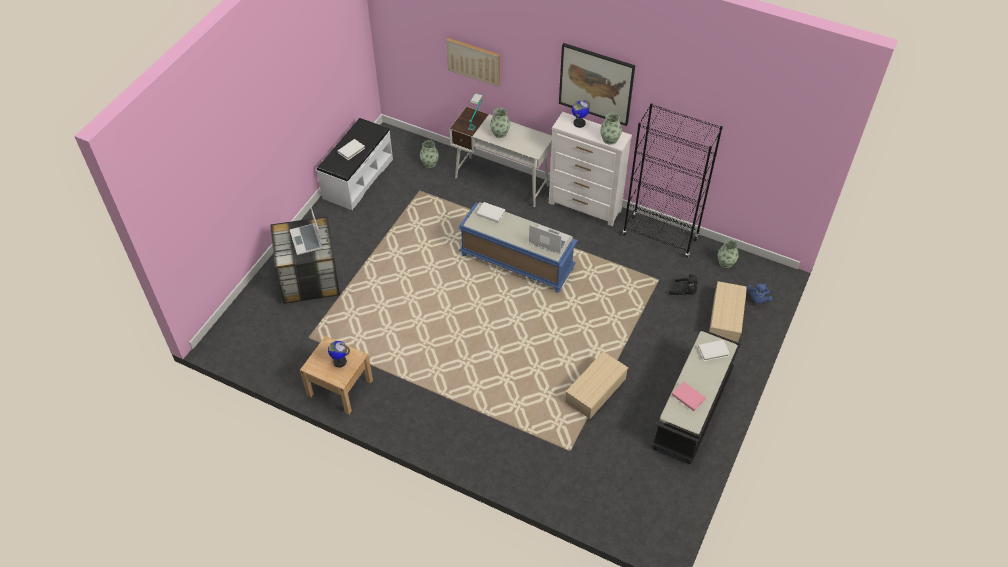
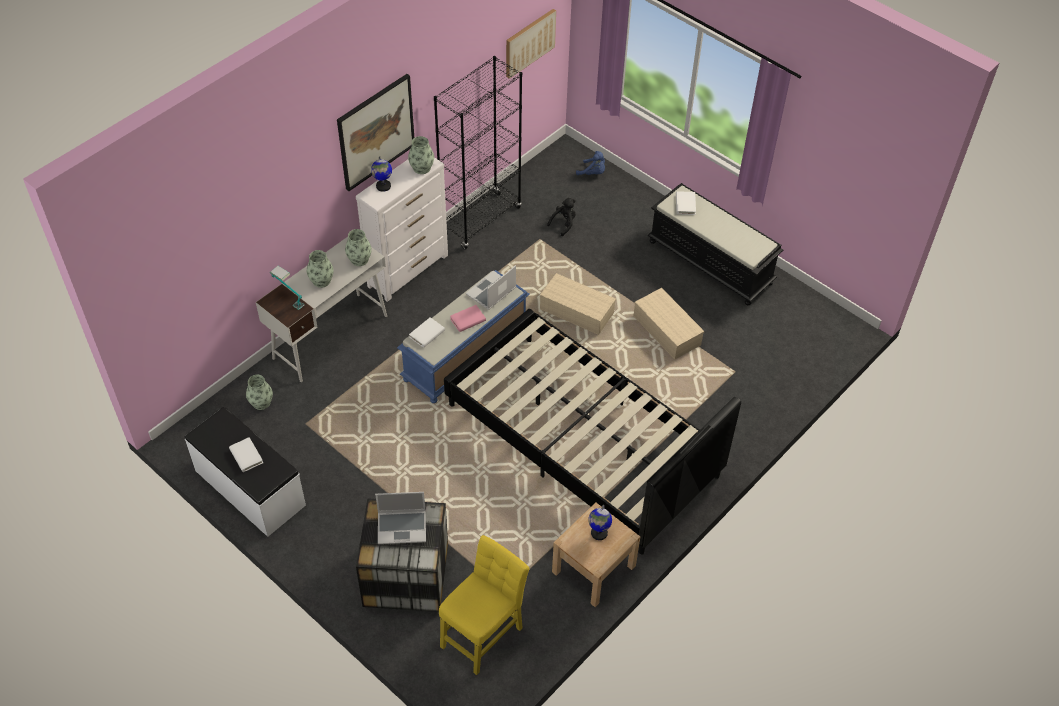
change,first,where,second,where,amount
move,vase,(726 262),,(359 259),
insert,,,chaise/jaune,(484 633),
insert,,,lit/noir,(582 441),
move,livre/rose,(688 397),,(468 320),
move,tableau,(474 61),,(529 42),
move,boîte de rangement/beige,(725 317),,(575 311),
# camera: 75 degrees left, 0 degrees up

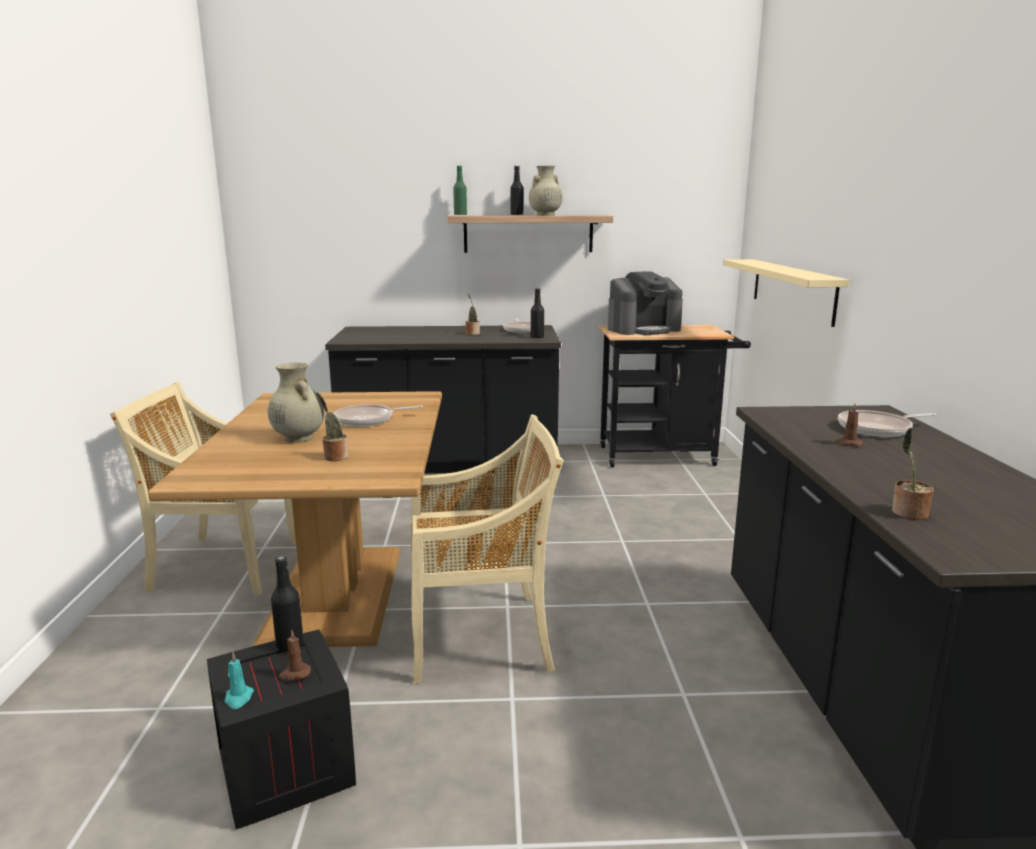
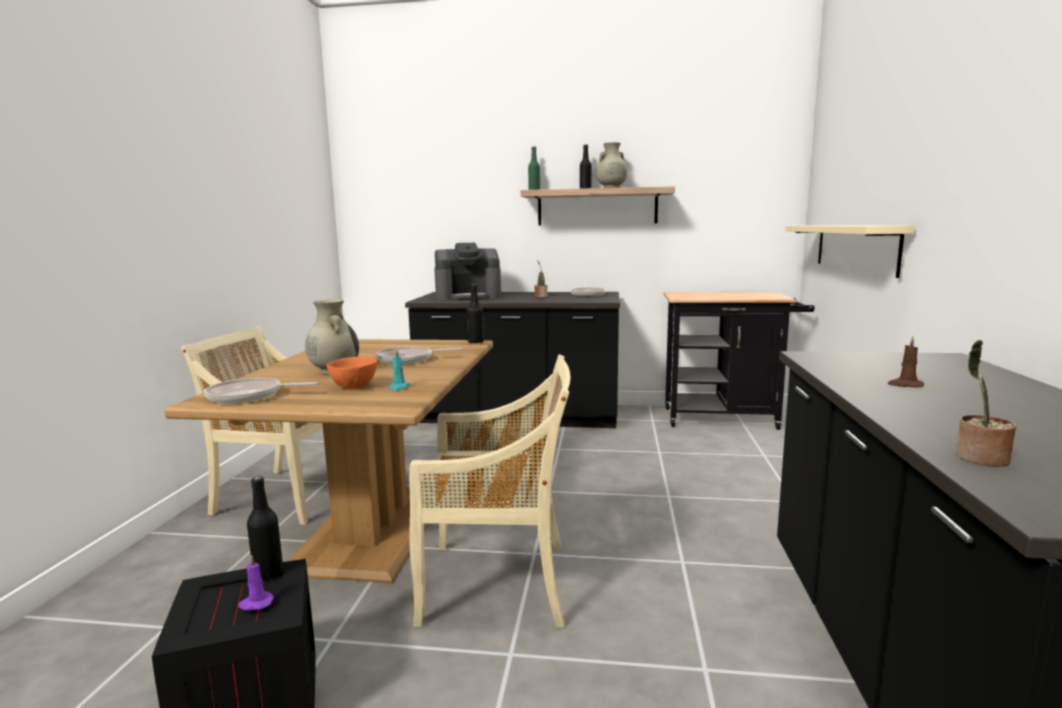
change,first,where,second,where,amount
move,poêle,(878 429),,(249 396),
recolor,bougie/marron,(295 673),bougie/violet,(256 603),
replace,plante en pot,(334 457),bol/orange,(354 387),
move,bougie/turquoise,(238 698),,(399 387),
move,machine à café,(643 329),,(468 296),
move,bouteille/noir,(537 337),,(475 342),
# camera: 10 degrees right, 5 degrees down

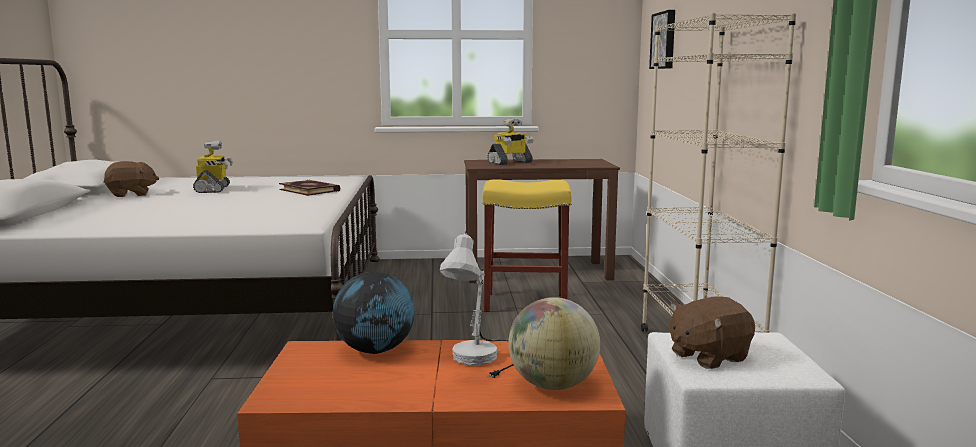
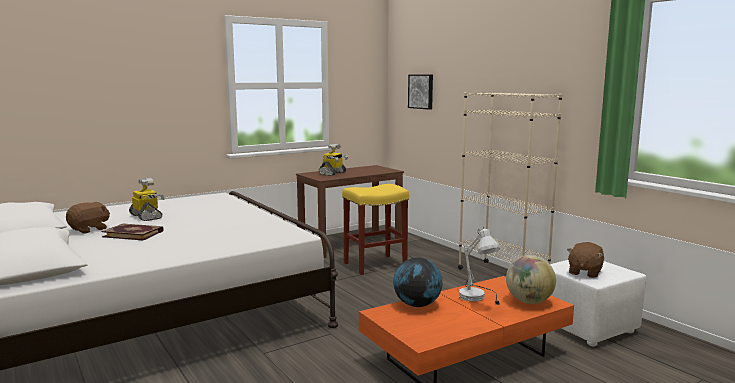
change,first,where,second,where,amount
move,livre,(310 190),,(133 234),
# camera: 30 degrees left, 0 degrees up

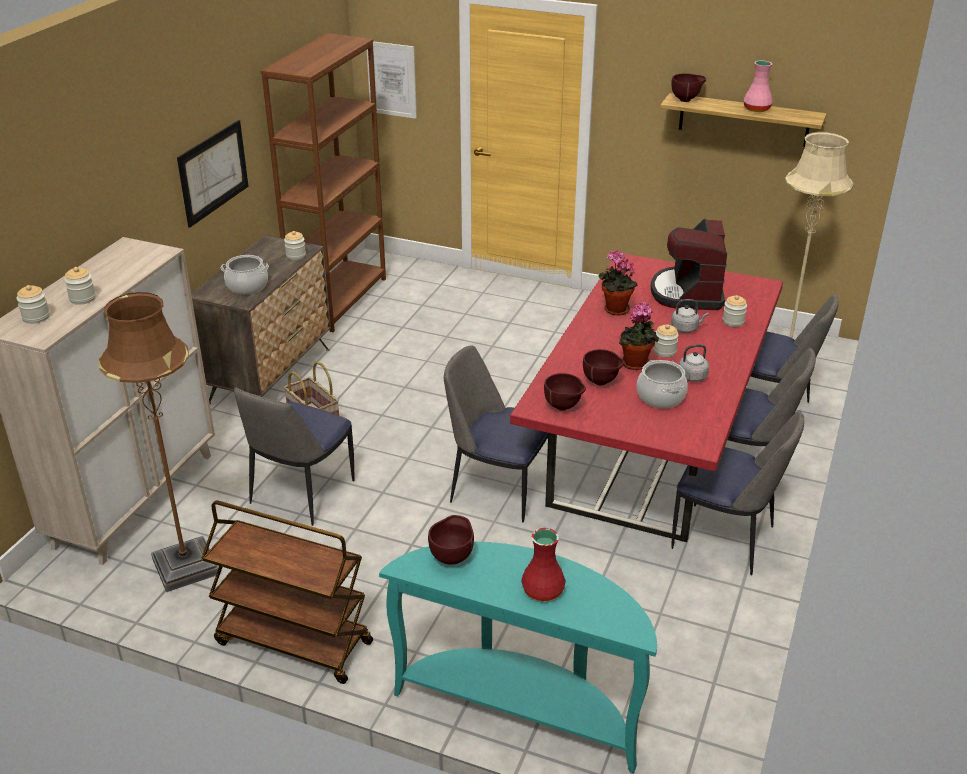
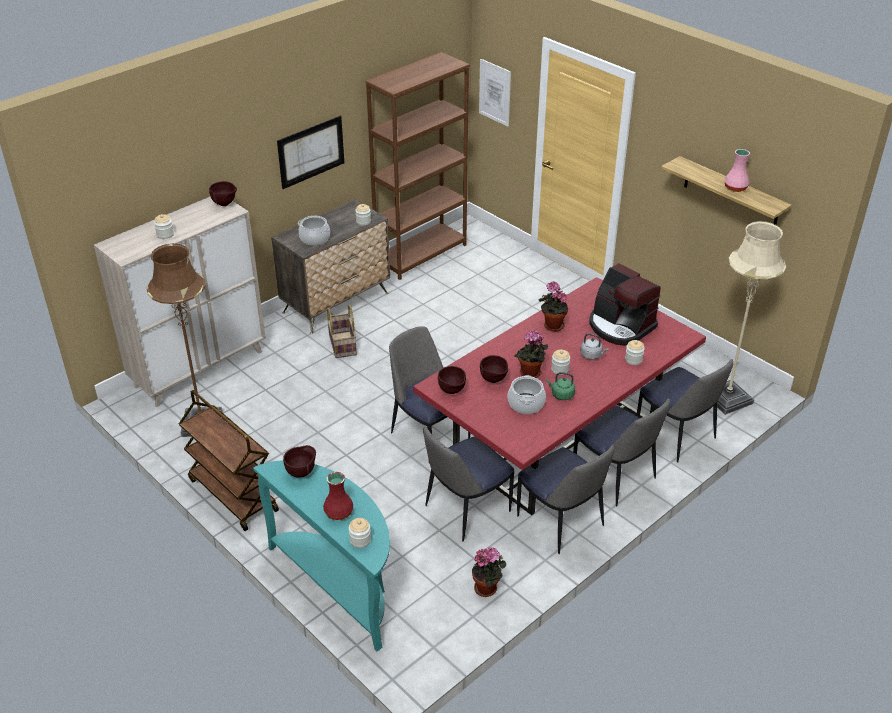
change,first,where,second,where,amount
move,bol/marron,(686 100),,(225 204),
move,bocal,(36 317),,(360 540),
move,chaise,(301 494),,(465 510),
insert,,,plante en pot,(487 588),
recolor,bouilloire/gris,(690 377),bouilloire/vert,(561 395),
rotate,machine à café,(688 293),,(620 326),75 degrees counterclockwise
# camera: 25 degrees right, 5 degrees up

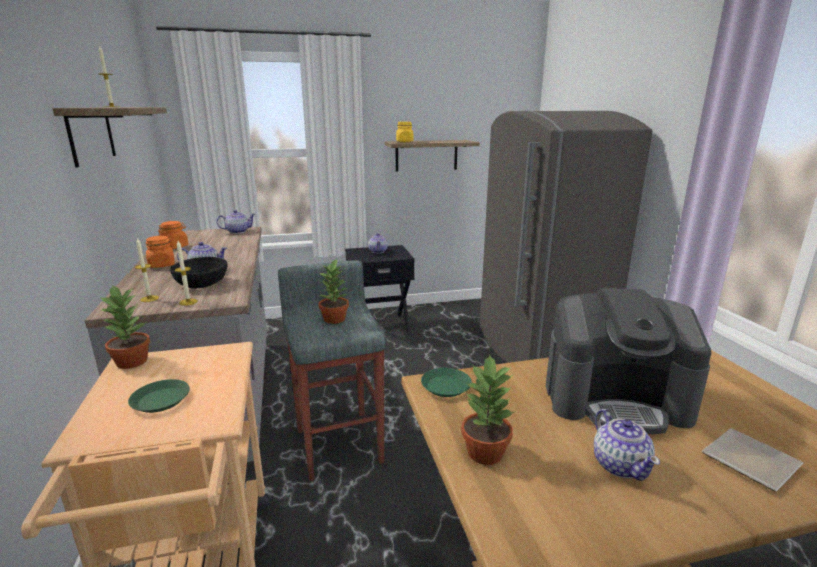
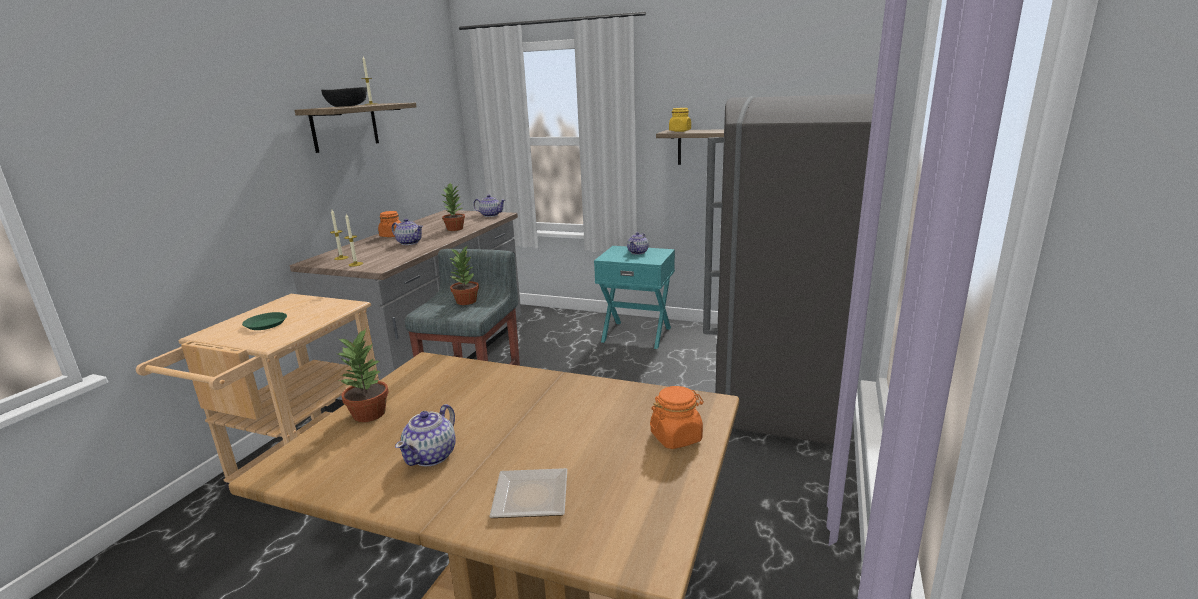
change,first,where,second,where,amount
move,bol/noir,(201 284),,(347 106),
move,plante en pot,(133 361),,(455 229),
recolor,table de chevet/noir,(380 324),table de chevet/turquoise,(637 334),
move,bocal/orange,(174 247),,(676 437),
delete,assiette/vert,(445 386),,,
delete,machine à café,(616 399),,,
# camera: 35 degrees right, 0 degrees up

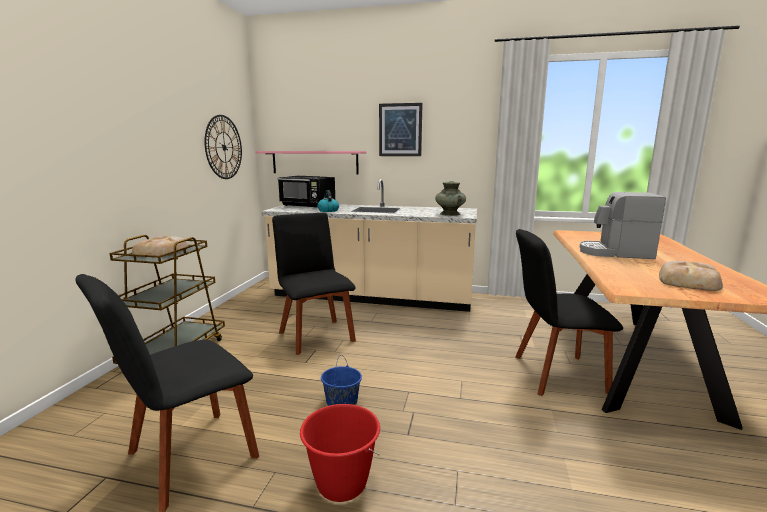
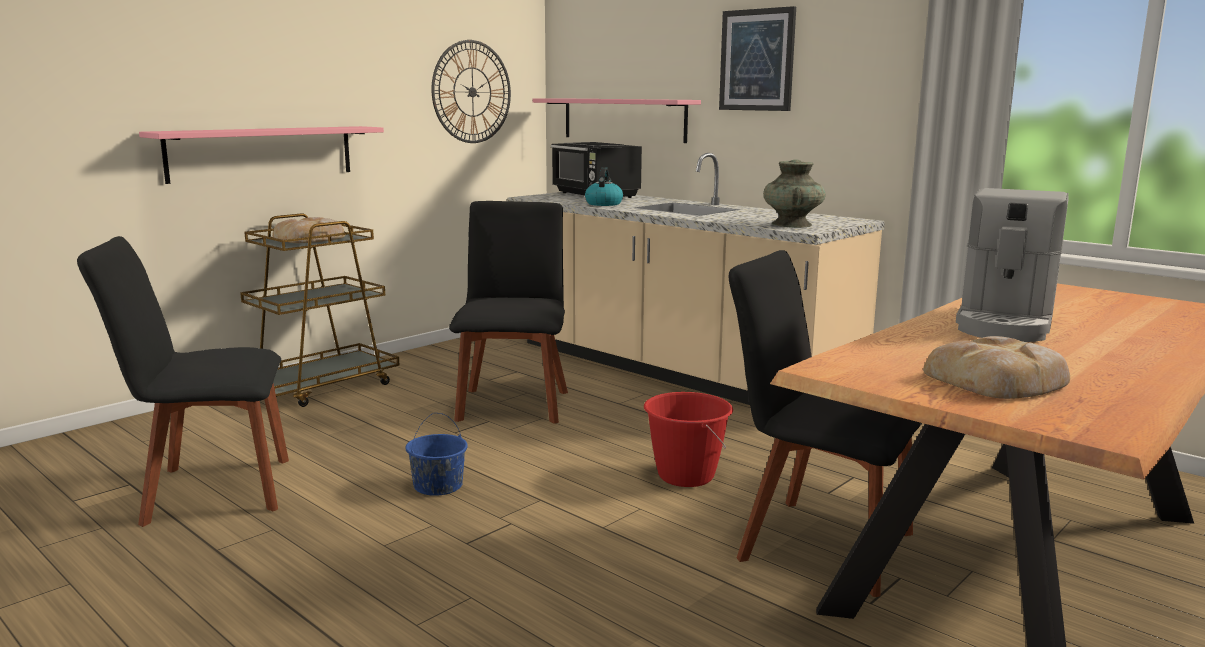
change,first,where,second,where,amount
insert,,,étagère/rose,(262 153),
move,seau/rouge,(341 483),,(685 476),
rotate,machine à café,(615 253),,(1005 324),105 degrees counterclockwise
# camera: 30 degrees right, 0 degrees up

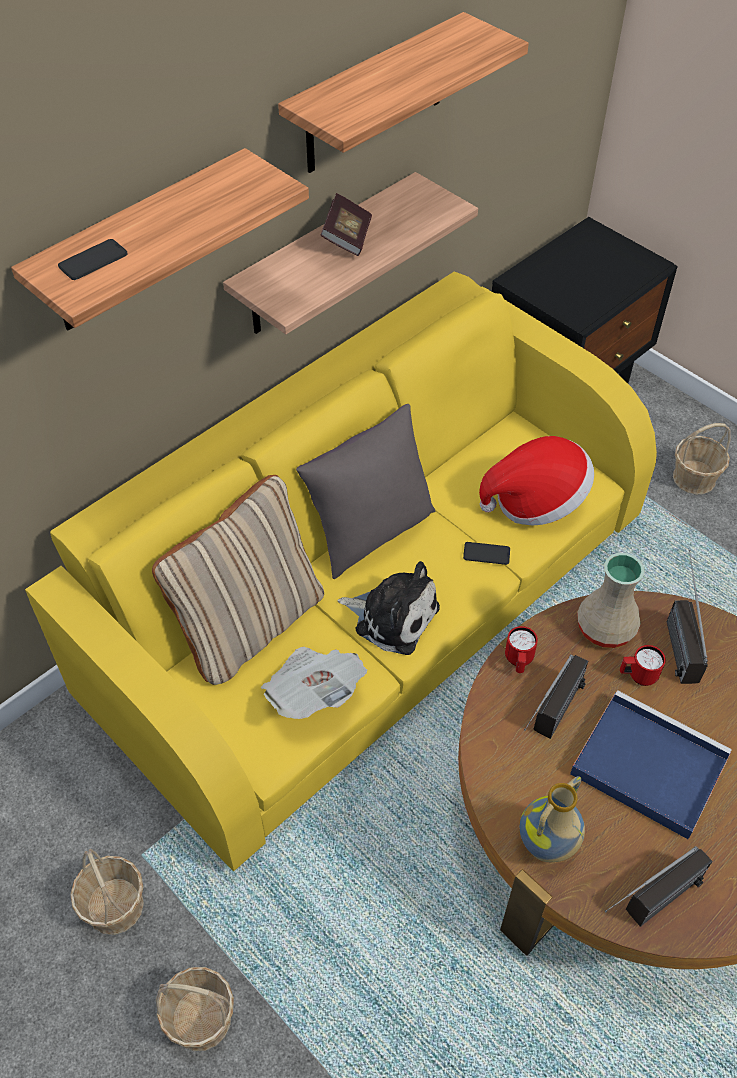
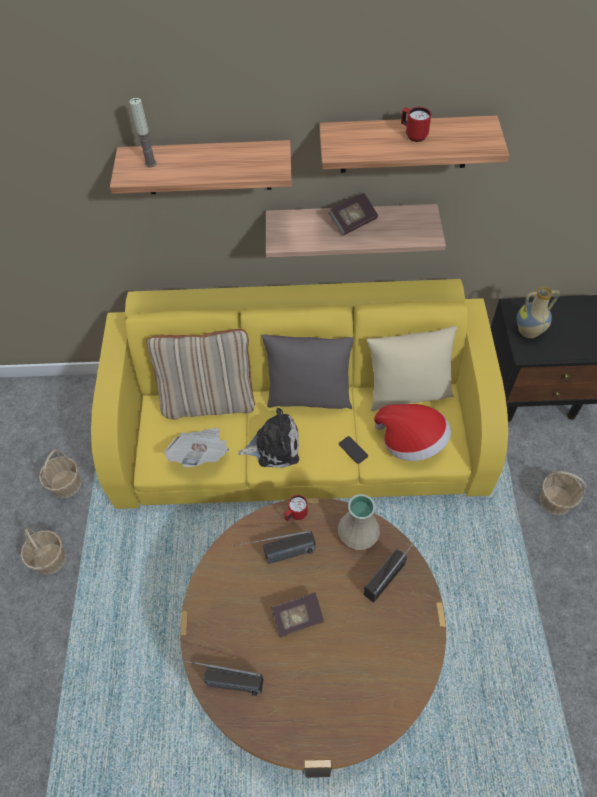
change,first,where,second,where,amount
replace,téléphone,(93 260),bougie,(150 163),
rotate,peluche,(392 616),,(274 446),75 degrees counterclockwise
replace,plateau/bleu,(645 765),livre,(297 617),
insert,,,coussin/beige,(407 393),
move,mug/rouge,(637 676),,(413 135),
move,vase,(547 846),,(528 332),
# camera: 45 degrees right, 5 degrees up

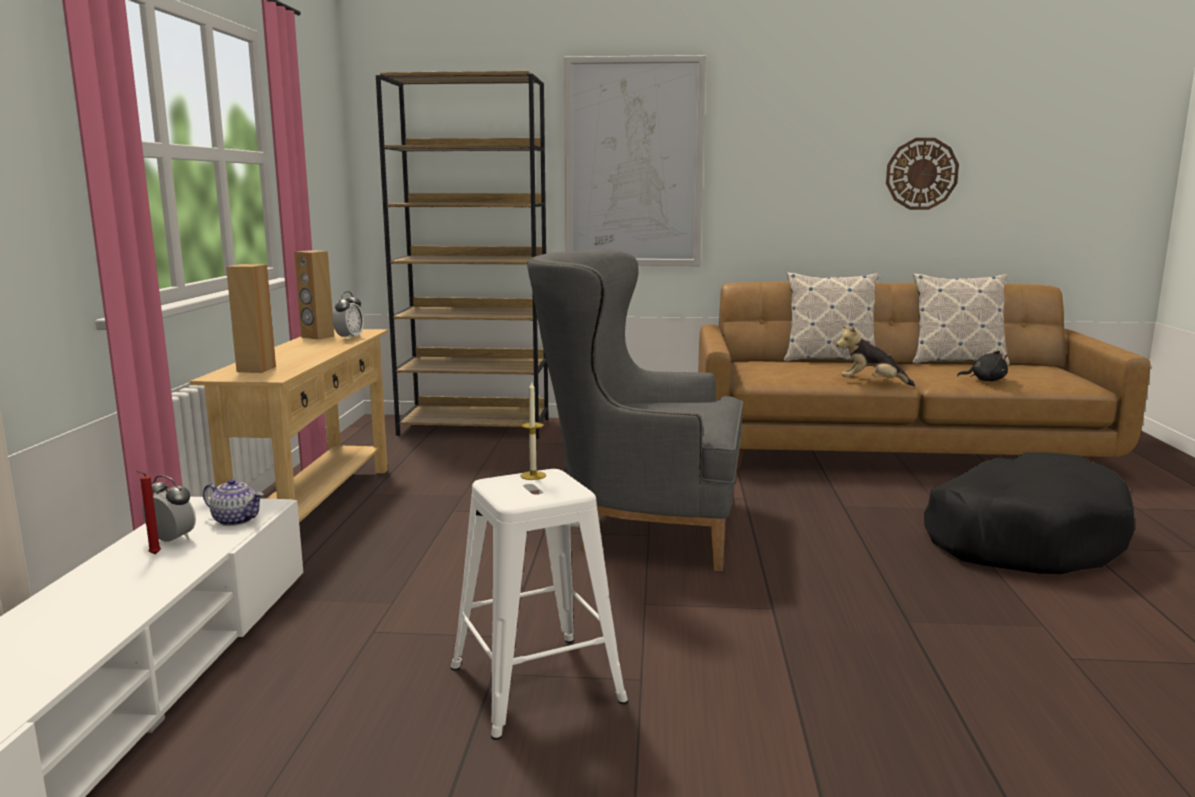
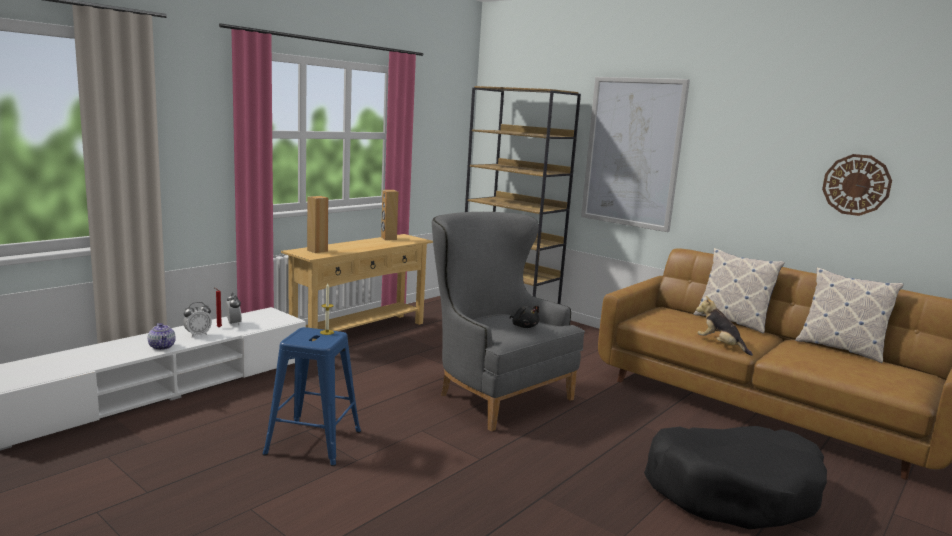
change,first,where,second,where,amount
move,théière,(236 520),,(162 347),
move,réveil,(349 338),,(198 335),
recolor,tabouret/blanc,(538 684),tabouret/bleu,(314 443),
move,peluche/noir,(985 380),,(524 326),
# camera: 35 degrees right, 0 degrees up

